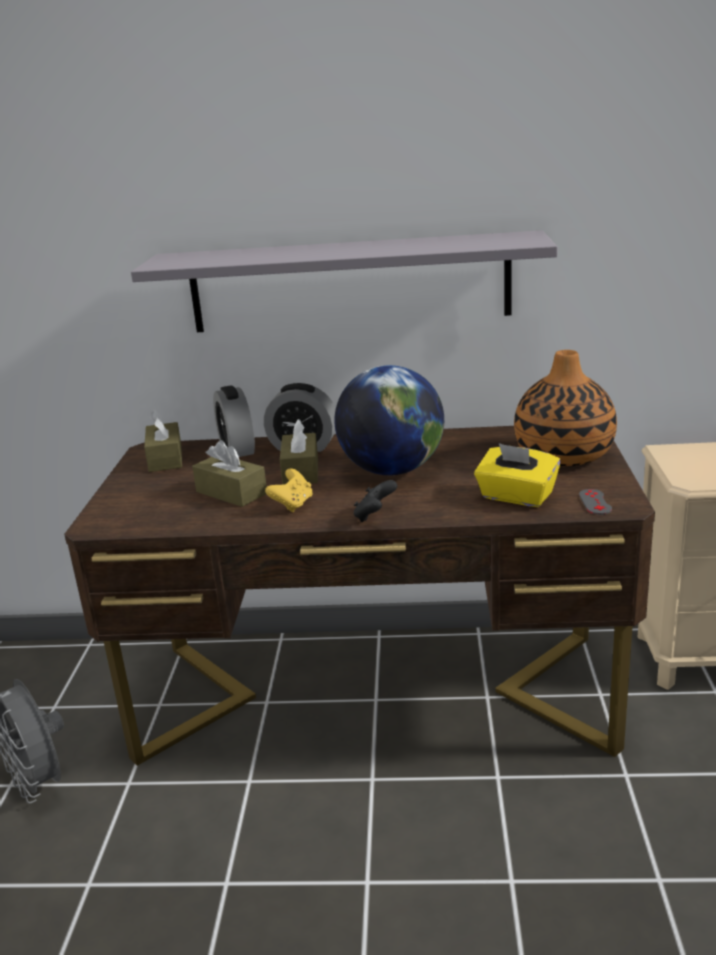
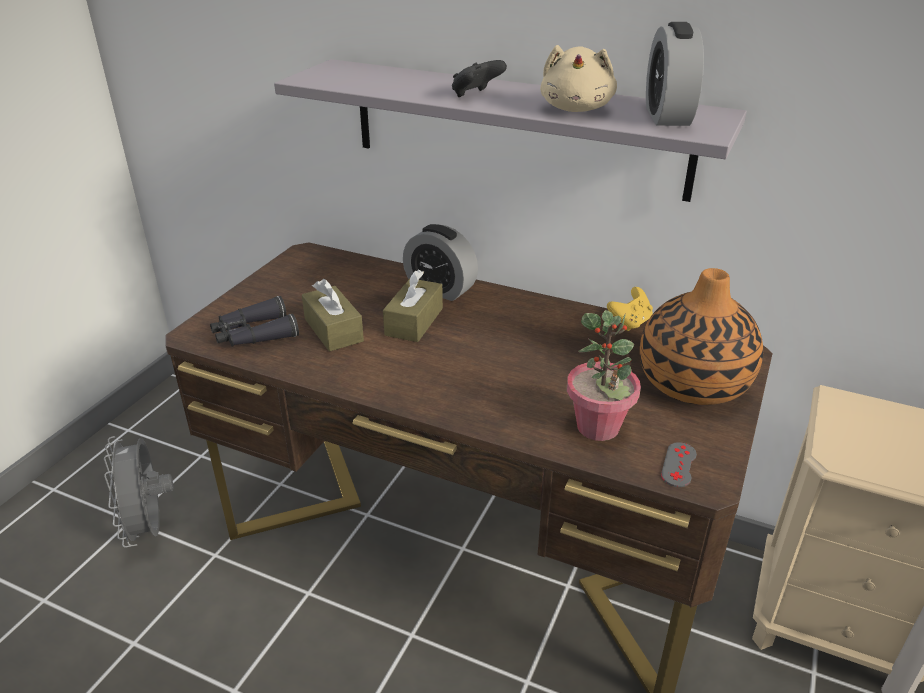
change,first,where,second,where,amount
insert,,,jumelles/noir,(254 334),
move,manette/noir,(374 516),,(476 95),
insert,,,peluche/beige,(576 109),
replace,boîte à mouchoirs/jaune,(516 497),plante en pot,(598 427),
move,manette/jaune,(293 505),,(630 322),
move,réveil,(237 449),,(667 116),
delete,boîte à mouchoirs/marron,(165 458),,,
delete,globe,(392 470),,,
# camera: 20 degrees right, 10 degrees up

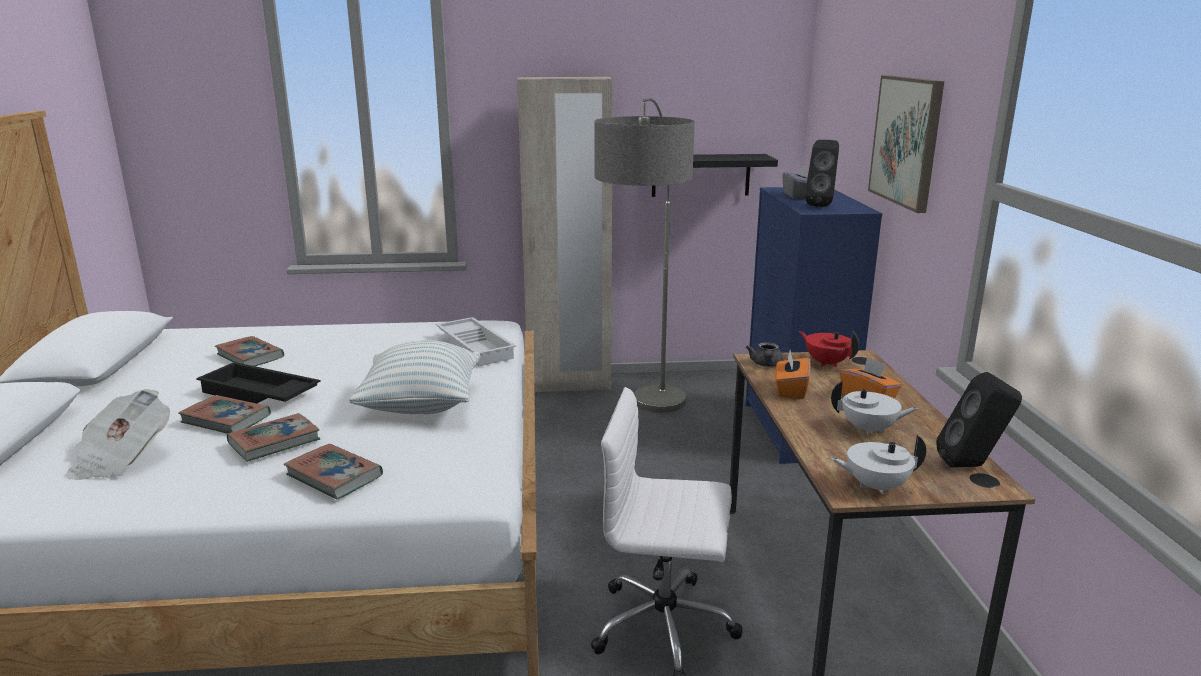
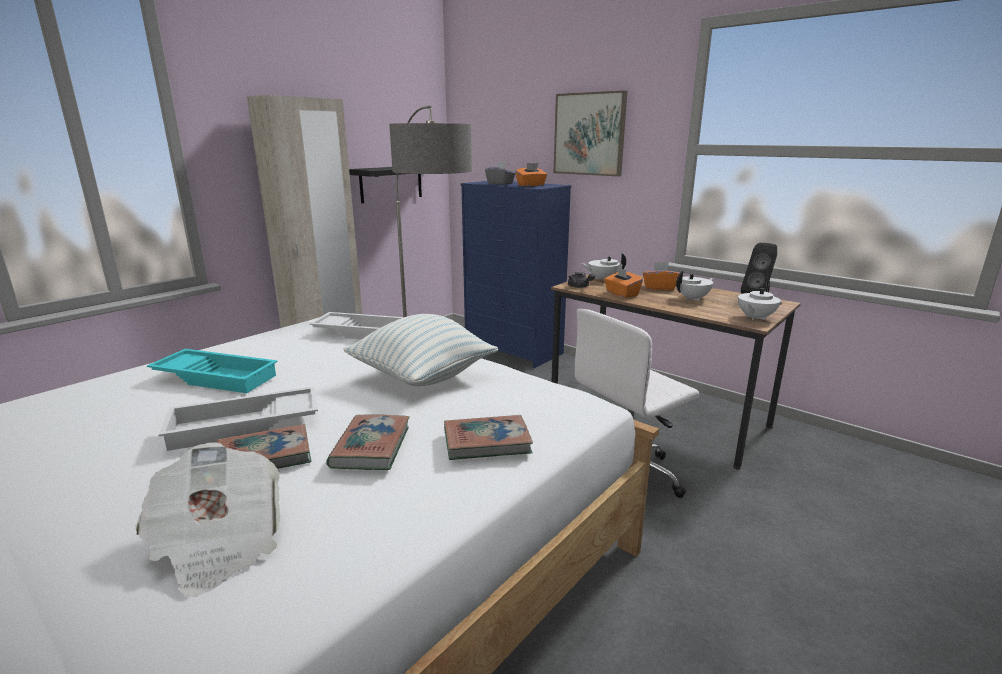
change,first,where,second,where,amount
insert,,,plateau/turquoise,(218 377),
recolor,plateau/noir,(258 394),plateau/blanc,(244 426),
replace,enceinte/noir,(820 205),boîte à mouchoirs/orange,(531 185),
recolor,théière/rouge,(826 363),théière/blanc,(602 279),
delete,livre,(250 356),,,
# camera: 45 degrees left, 0 degrees up

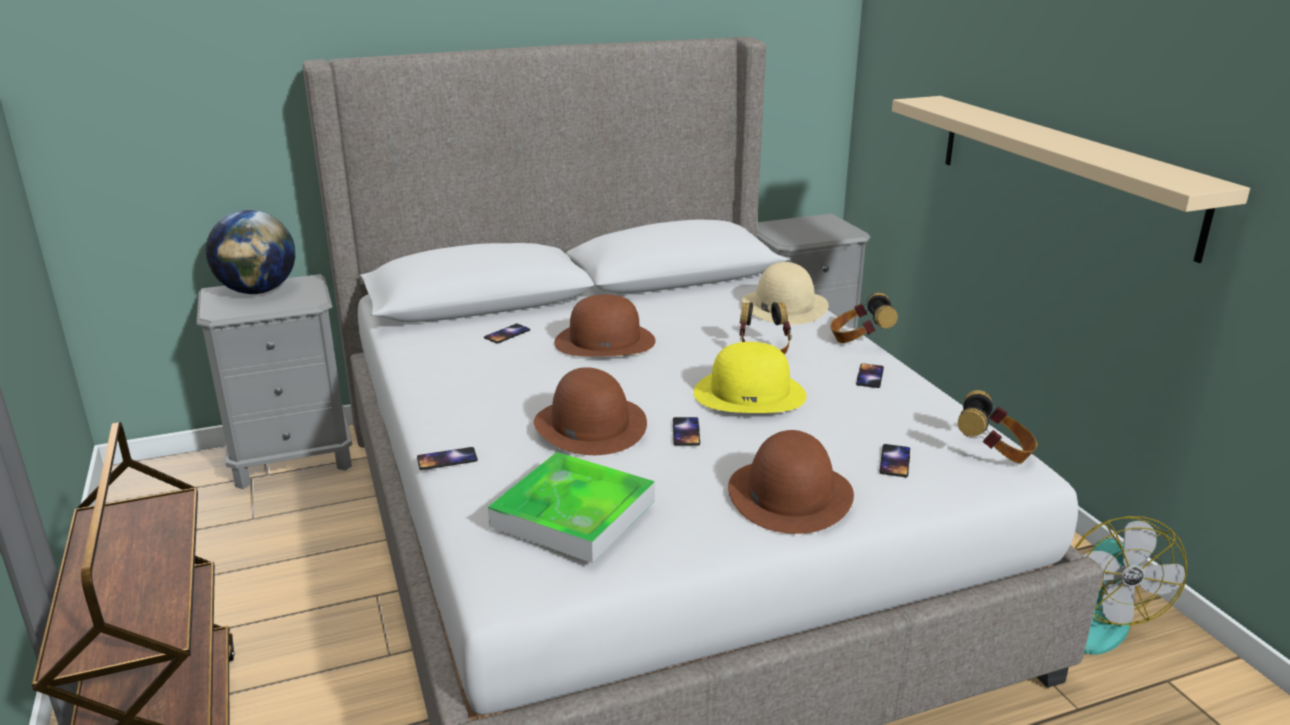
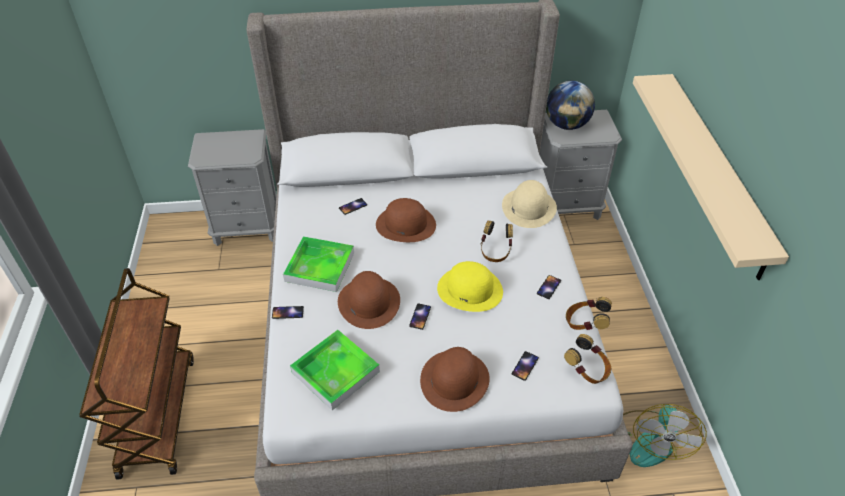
change,first,where,second,where,amount
insert,,,plateau,(320 267),
move,globe,(258 291),,(566 125),
move,casque audio,(859 340),,(585 324),
# camera: 15 degrees right, 20 degrees up

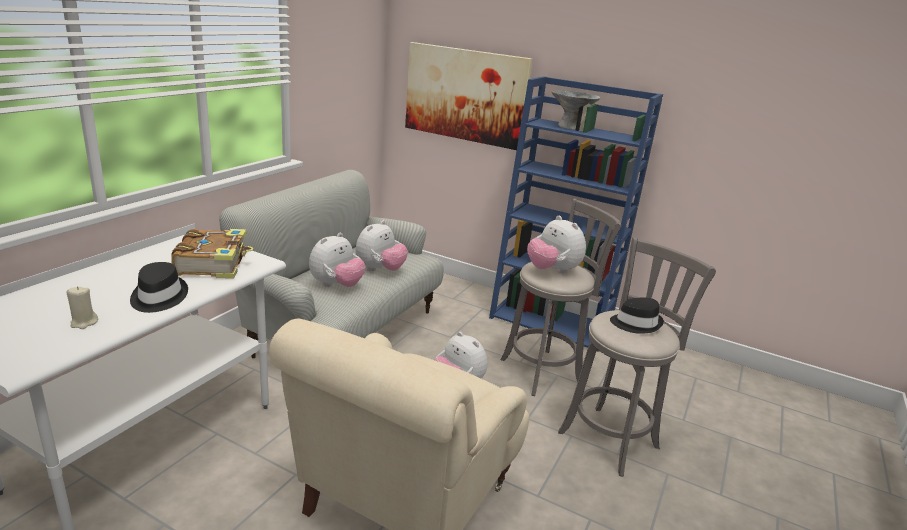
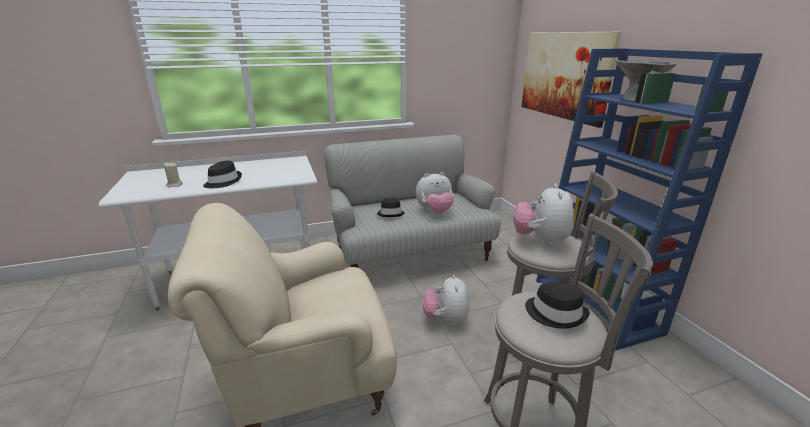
change,first,where,second,where,amount
replace,peluche,(336 285),chapeau/noir,(390 213),
delete,livre,(214 263),,,
# camera: 45 degrees right, 0 degrees up

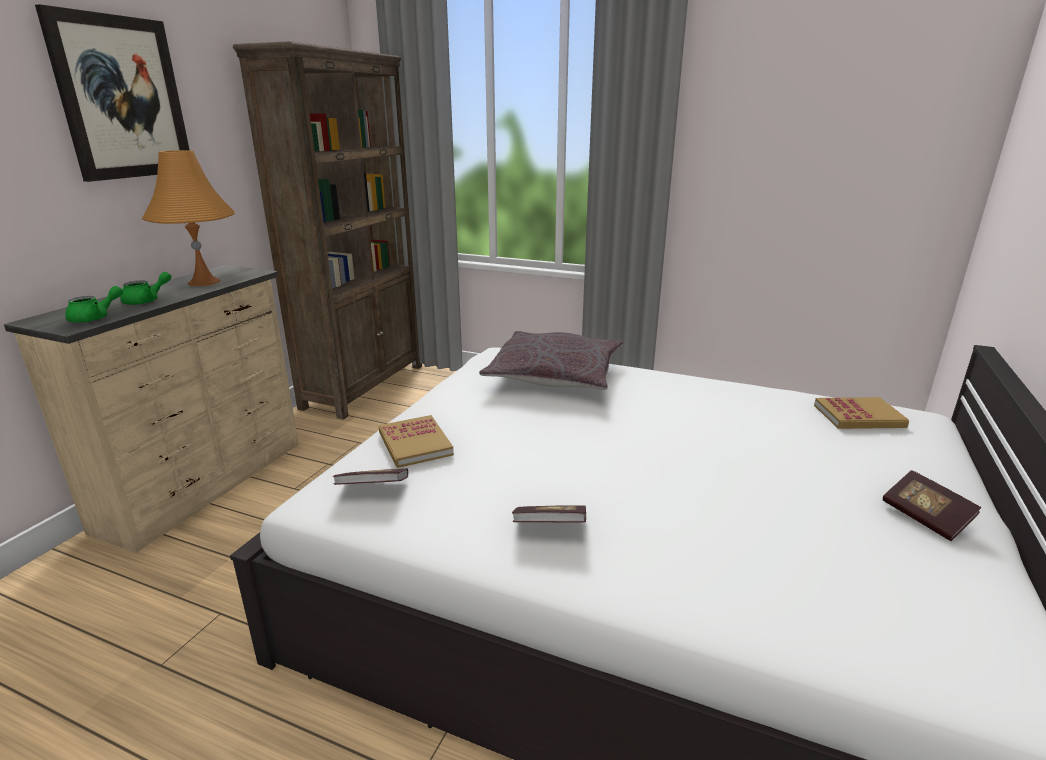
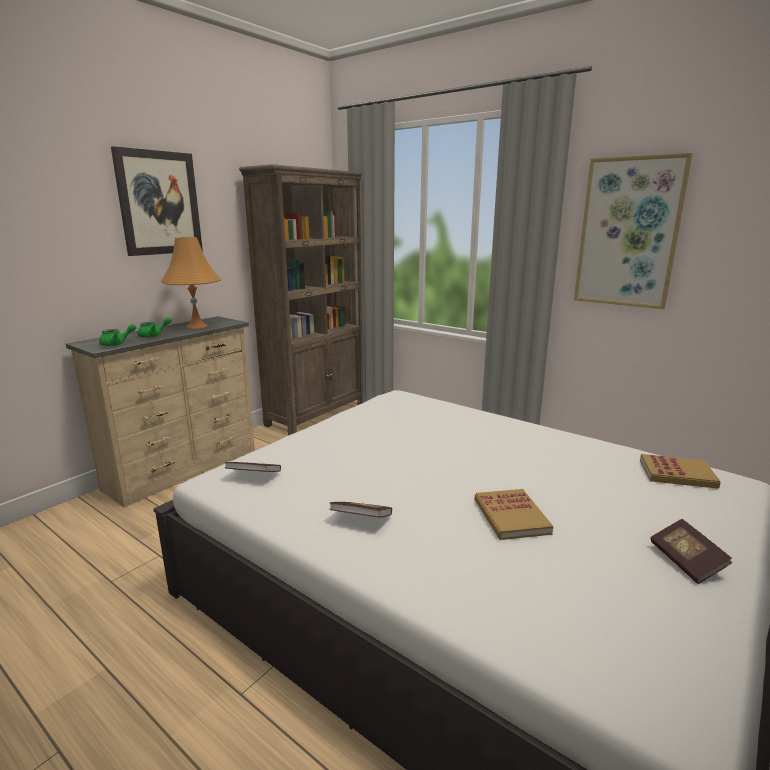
change,first,where,second,where,amount
move,livre,(415 444),,(511 516),
insert,,,tableau,(628 233),
delete,coussin/gris,(555 374),,,
# camera: 15 degrees right, 5 degrees down

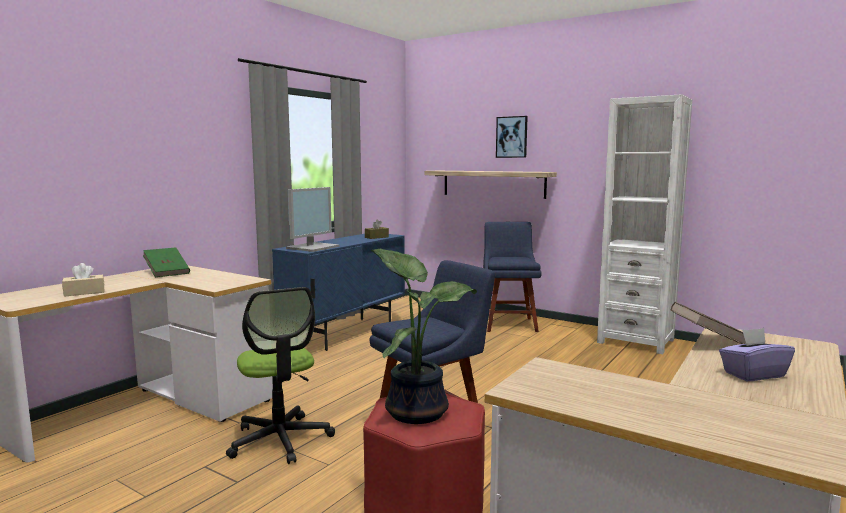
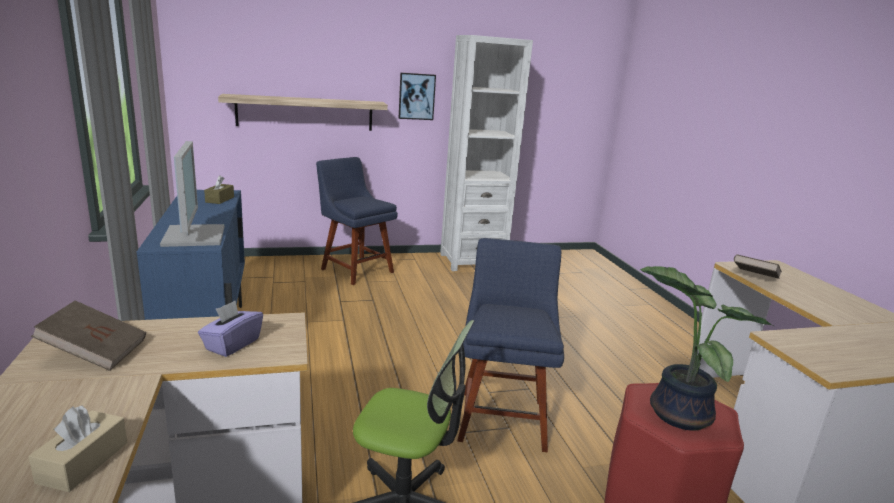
change,first,where,second,where,amount
recolor,livre/vert,(167 273),livre/marron,(95 352),
move,boîte à mouchoirs/violet,(753 374),,(232 344),
move,tableau,(512 137),,(416 96),
# camera: 50 degrees left, 10 degrees up

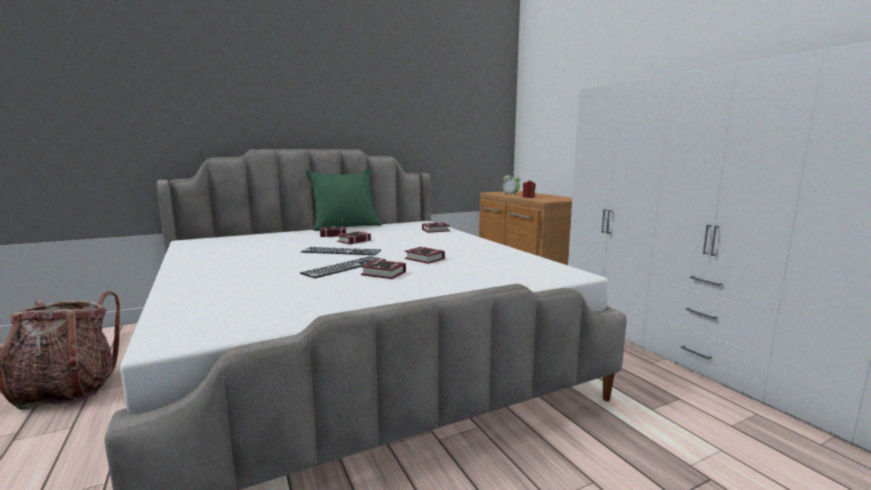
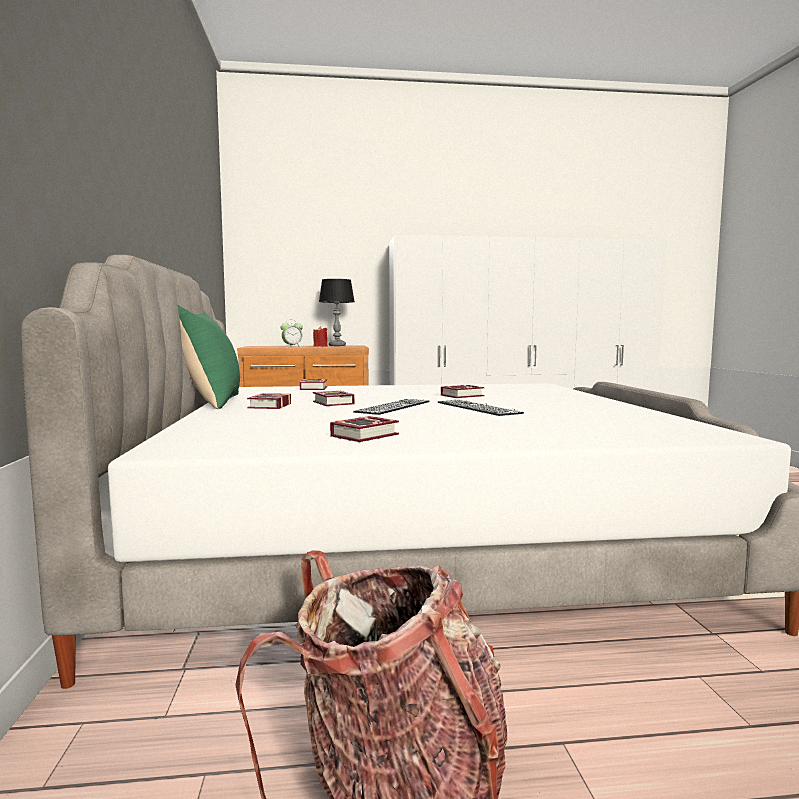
change,first,where,second,where,amount
insert,,,lampe de table,(337 345),
move,livre,(384 274),,(368 435),
# camera: 70 degrees left, 5 degrees down

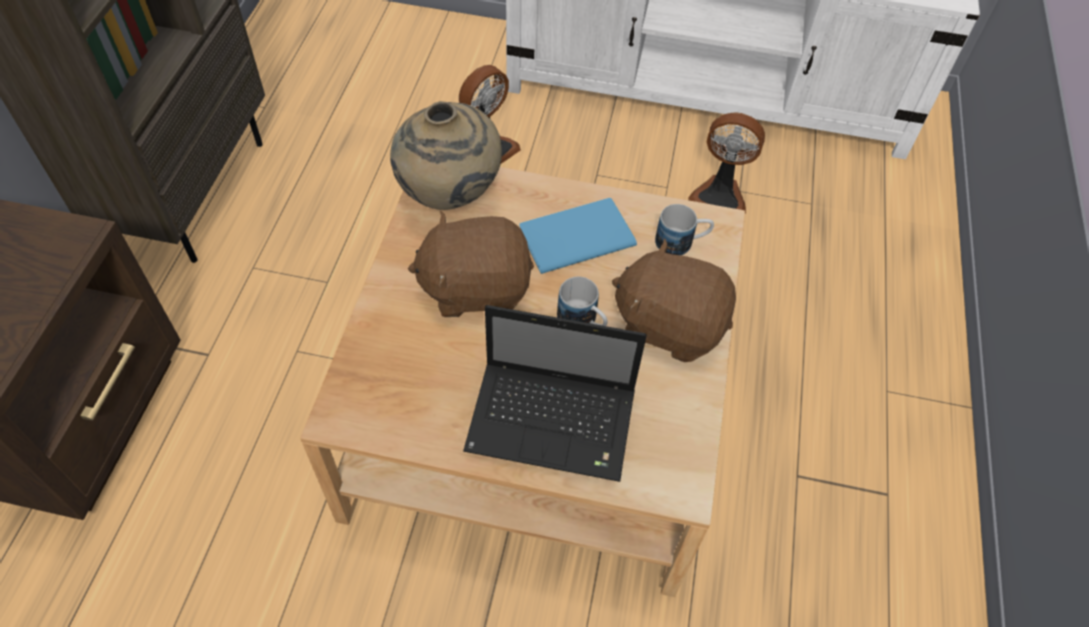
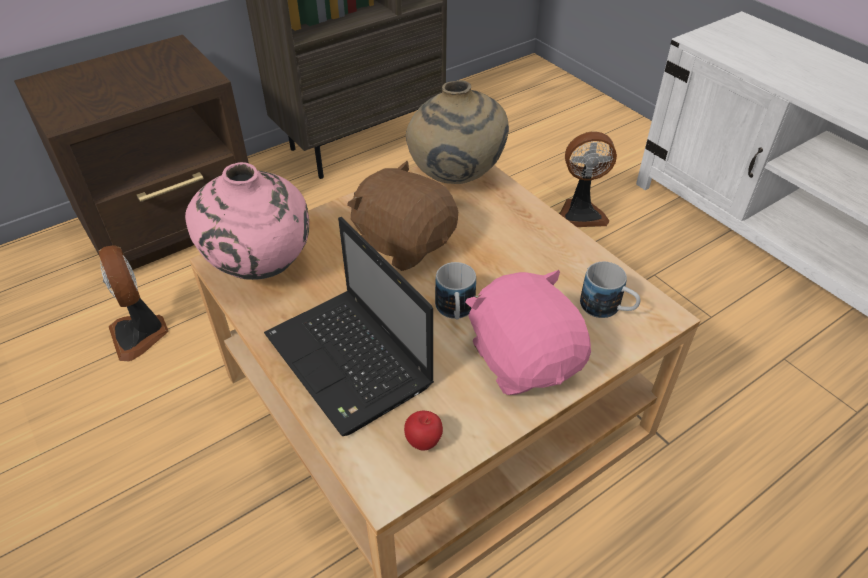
change,first,where,second,where,amount
move,ventilateur,(719 195),,(140 334),
insert,,,vase/rose,(261 268),
insert,,,pomme,(424 442),
recolor,peluche/marron,(669 324),peluche/rose,(524 359),
delete,livre/bleu,(573 236),,,
# camera: 45 degrees right, 10 degrees down

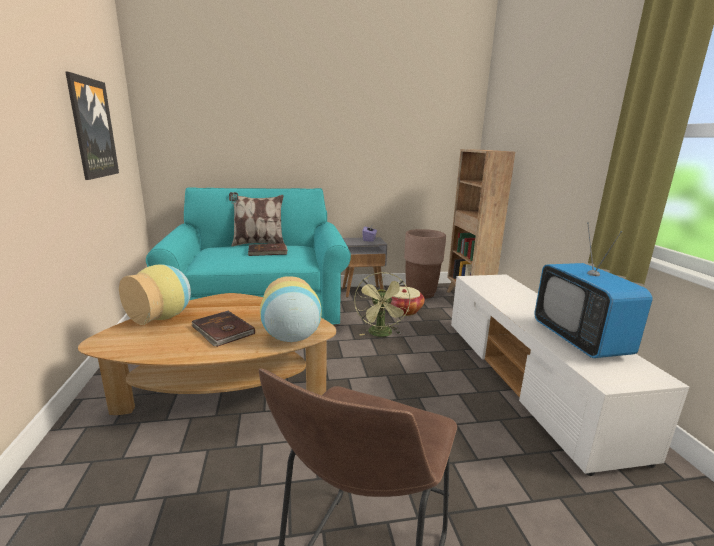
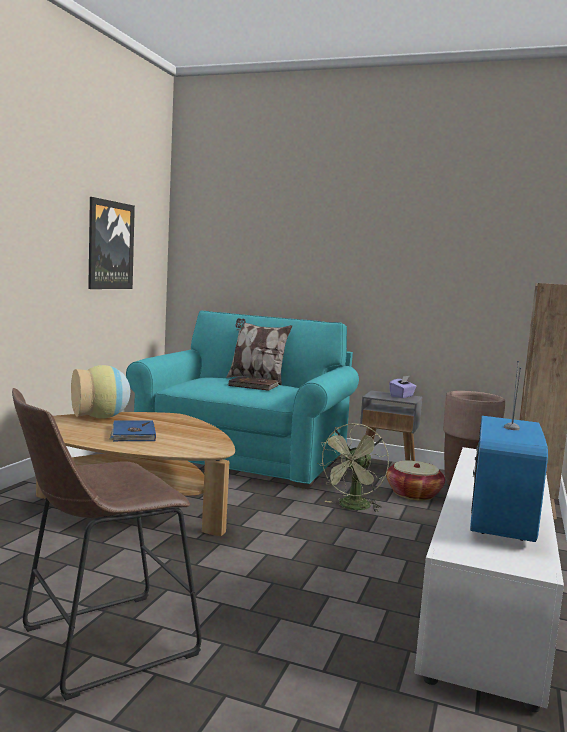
change,first,where,second,where,amount
recolor,livre/marron,(222 331),livre/bleu,(132 434),
delete,vase,(291 337),,,
# camera: 30 degrees right, 10 degrees down

